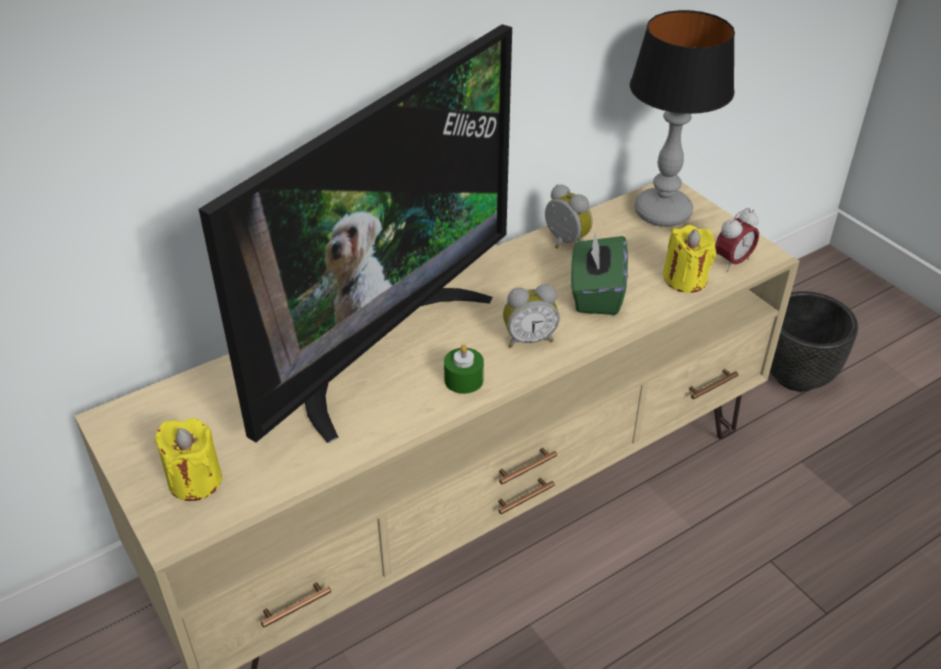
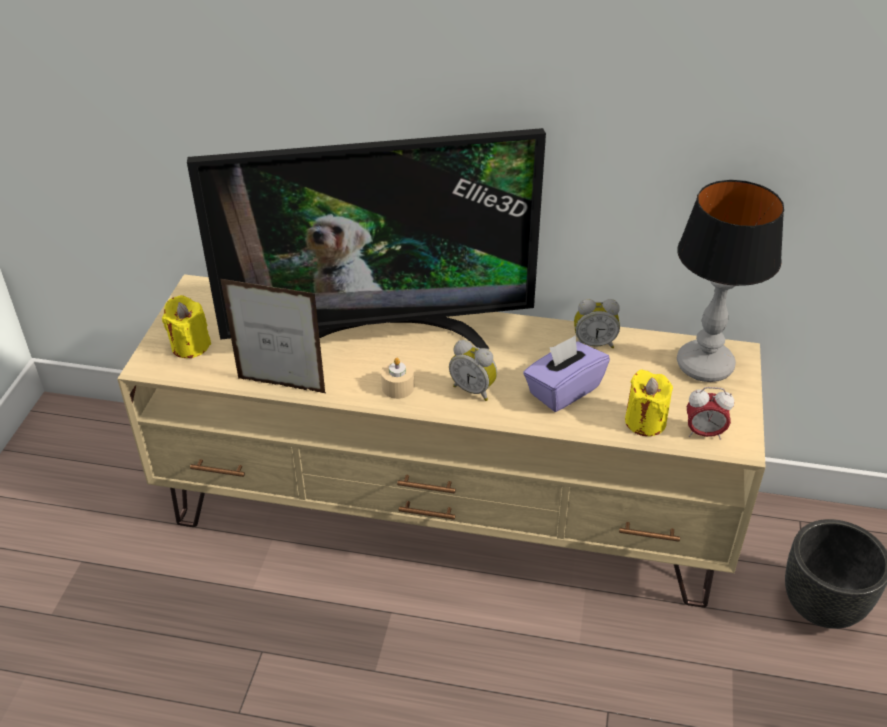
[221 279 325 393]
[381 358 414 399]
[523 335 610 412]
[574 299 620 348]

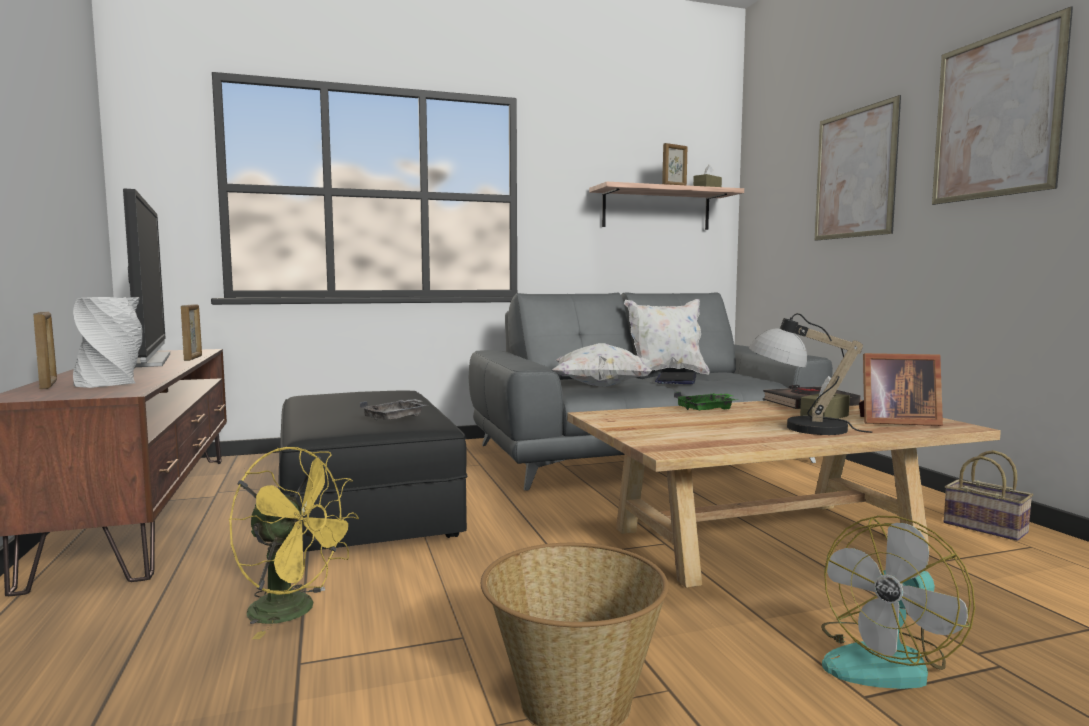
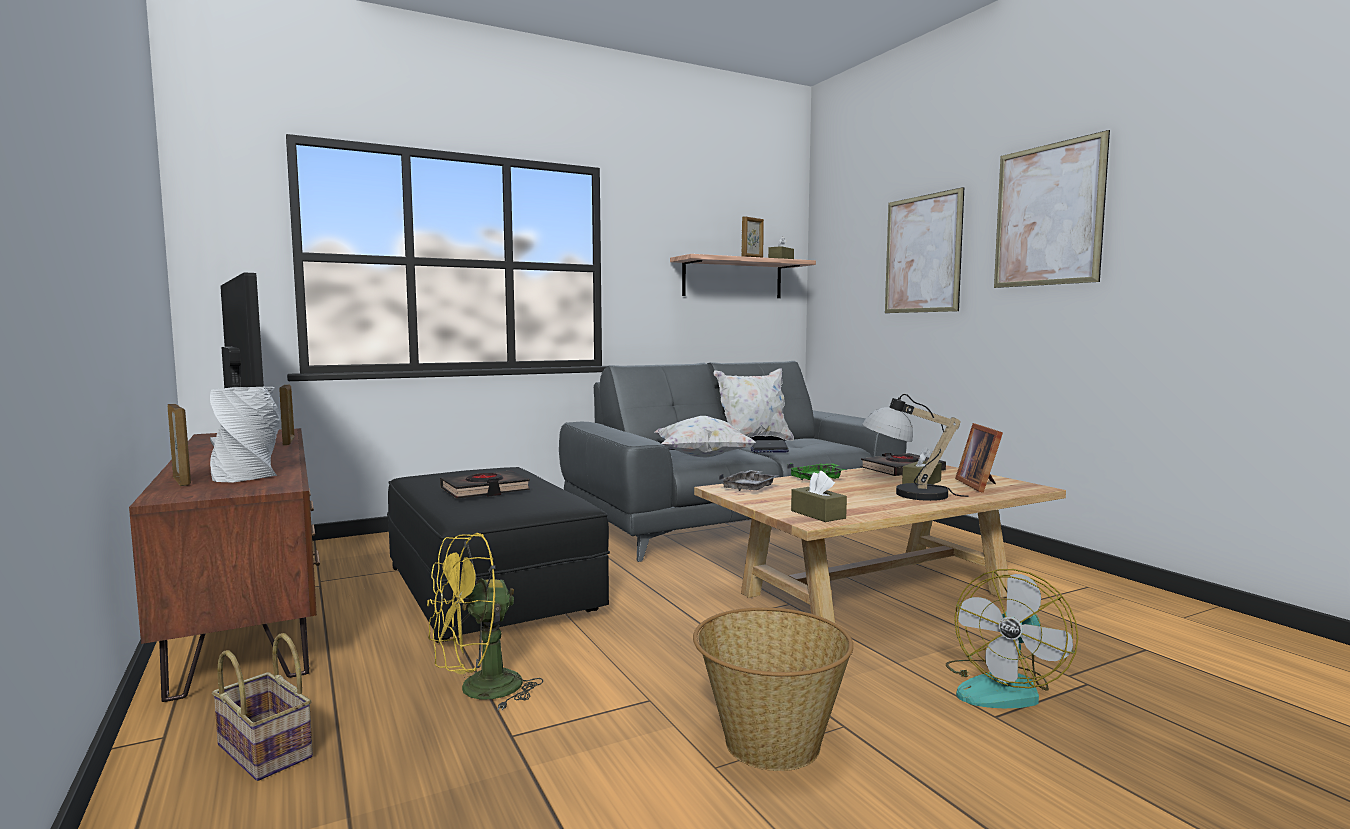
[440 470 530 499]
[791 471 847 522]
[719 470 779 491]
[212 633 313 781]
[427 533 543 710]
[955 423 1003 493]

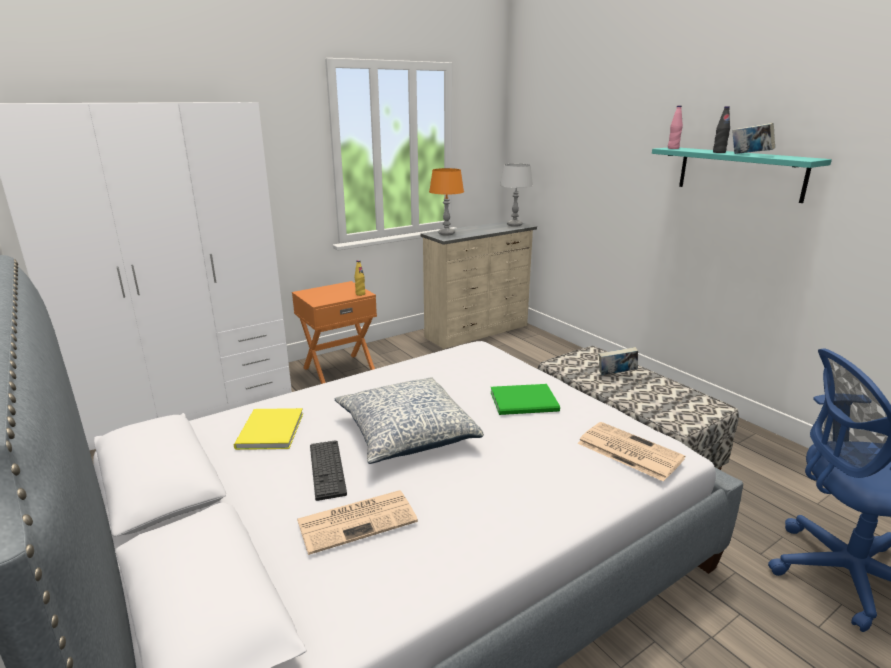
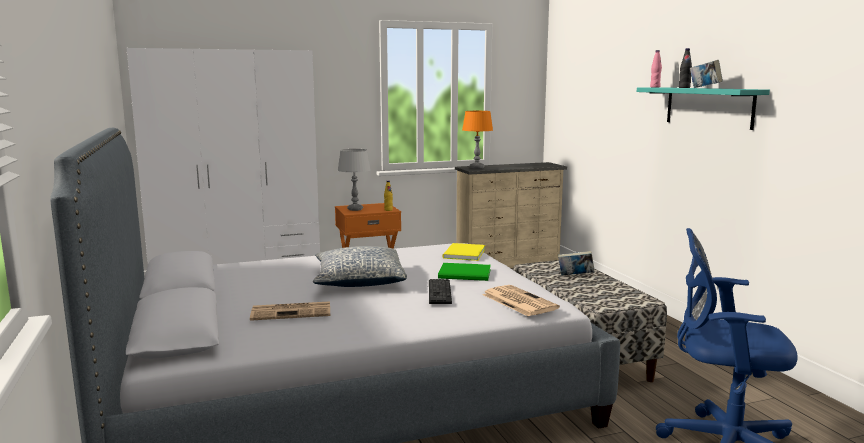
[443 243 485 261]
[429 279 452 304]
[338 149 371 211]

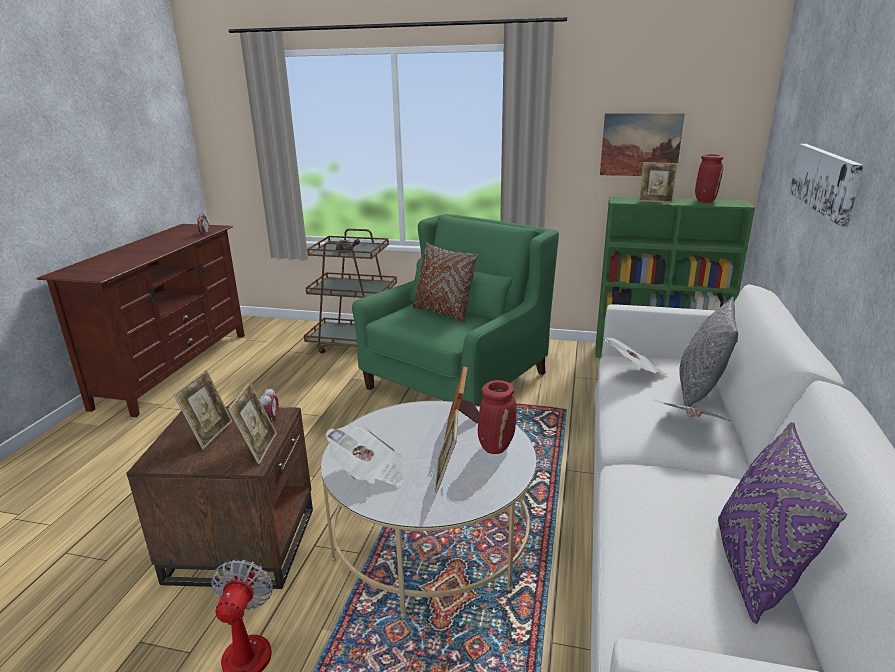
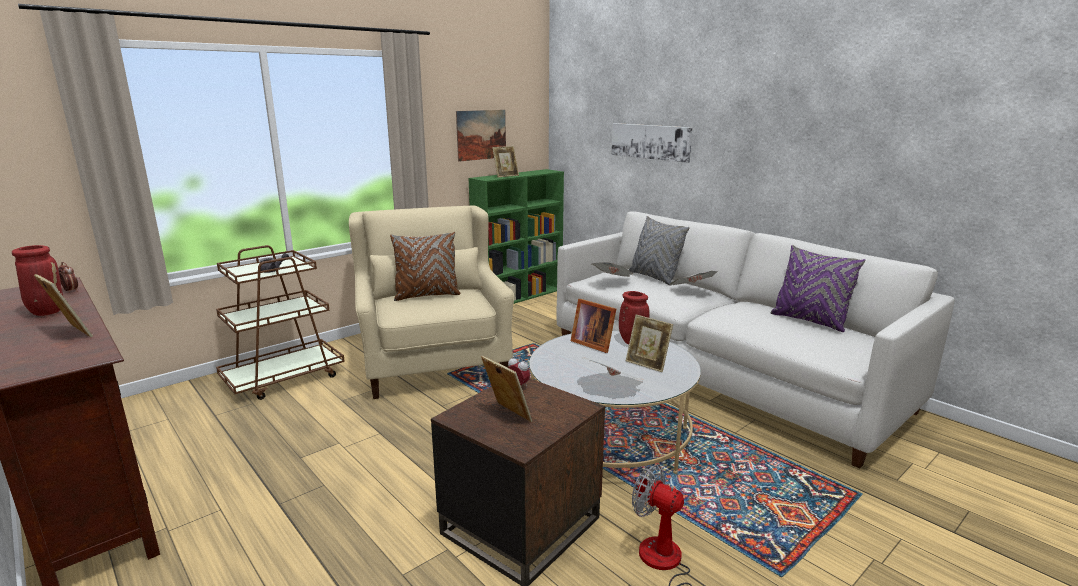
[34 274 93 337]
[12 245 63 316]
[349 206 514 399]

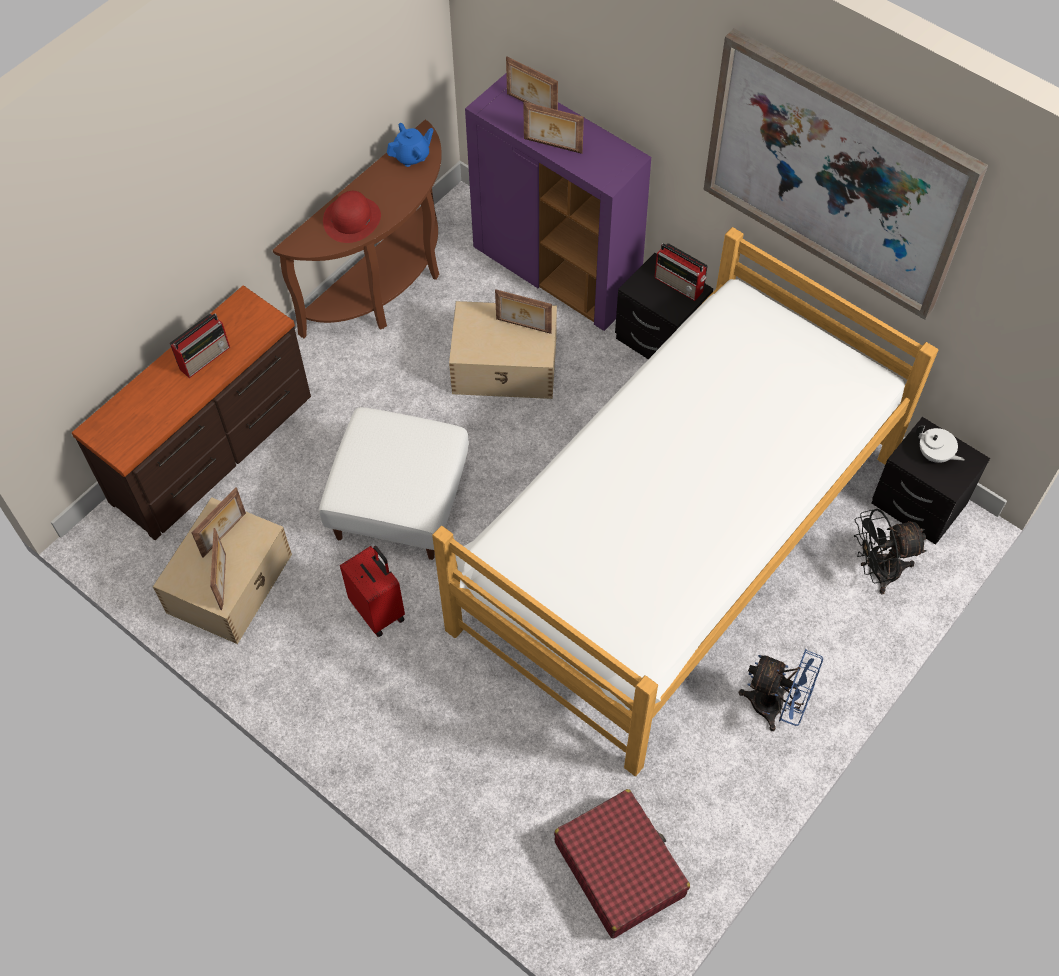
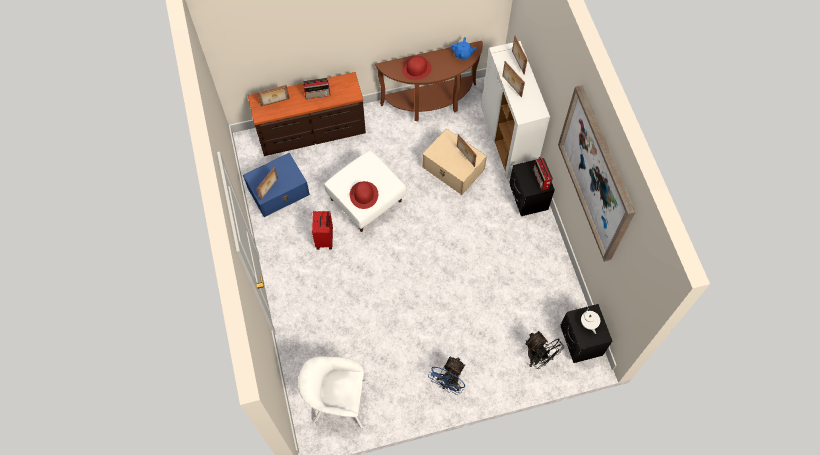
[432 227 938 776] (first image)
[350 181 378 209]
[257 85 290 106]
[298 356 369 429]
[243 153 310 217]
[481 41 550 179]
[428 356 465 395]
[525 331 564 369]

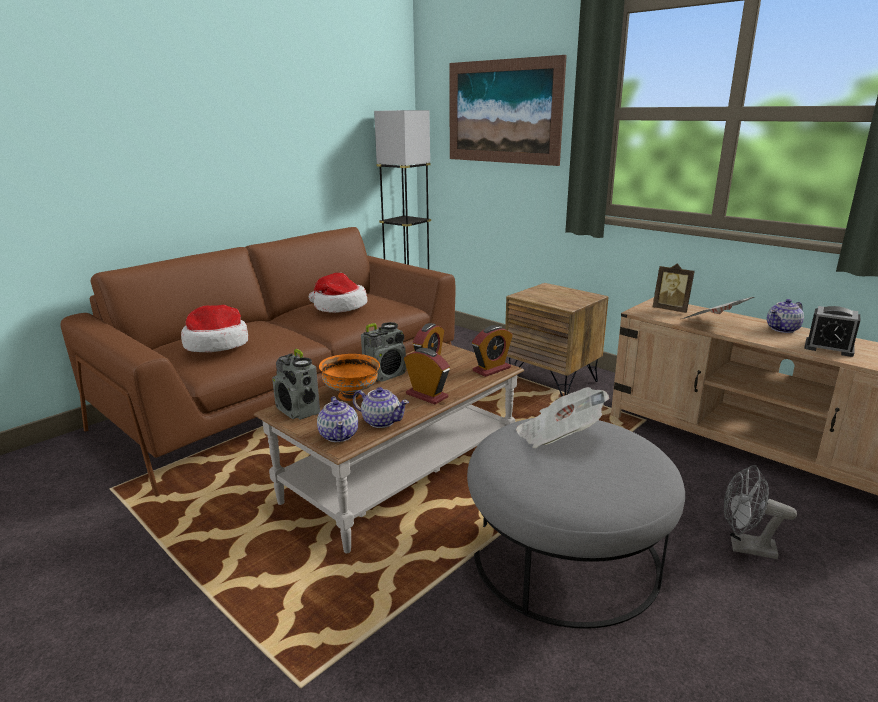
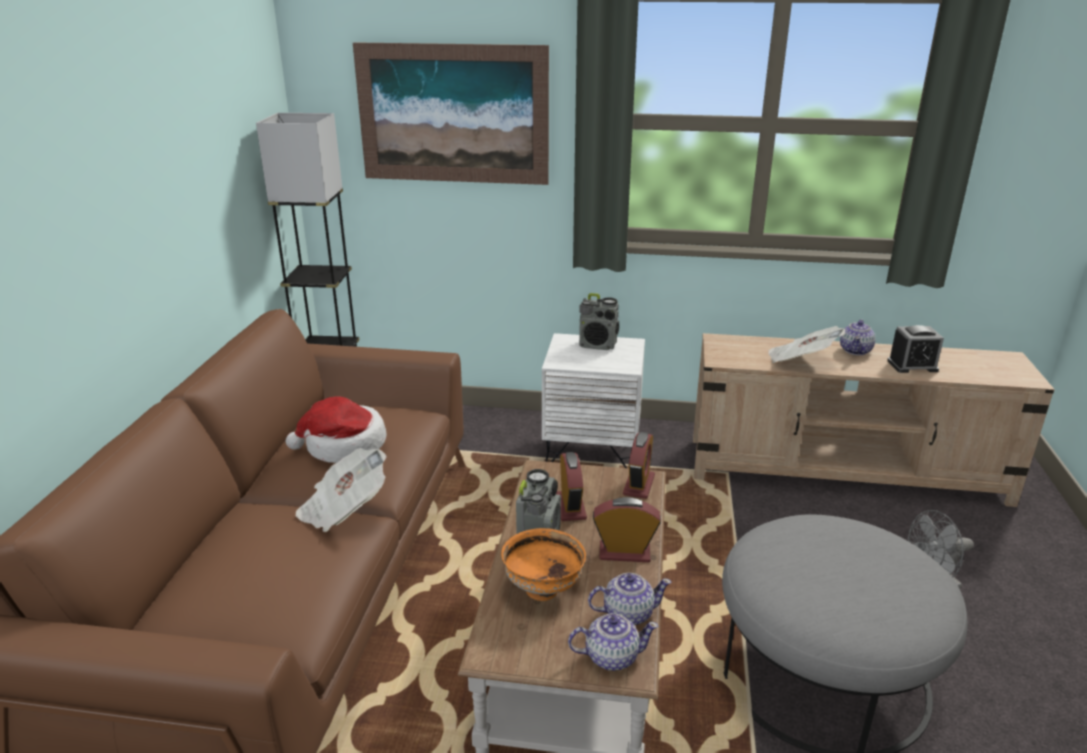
[181 305 248 352] (first image)
[652 264 695 313] (first image)
[579 293 619 350]
[296 448 387 532]
[542 333 645 468]
[568 613 658 671]

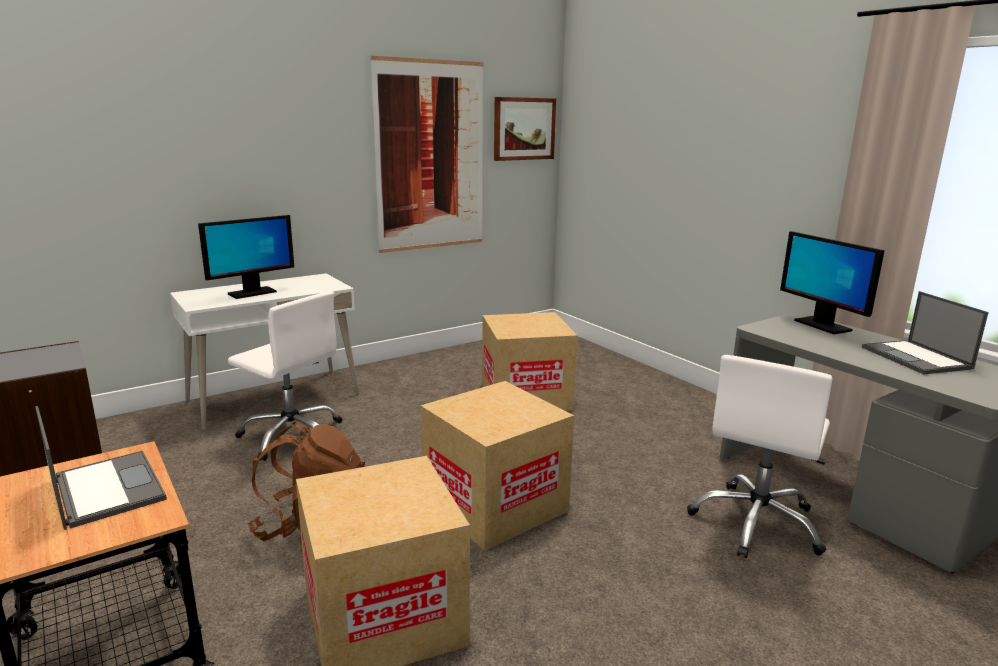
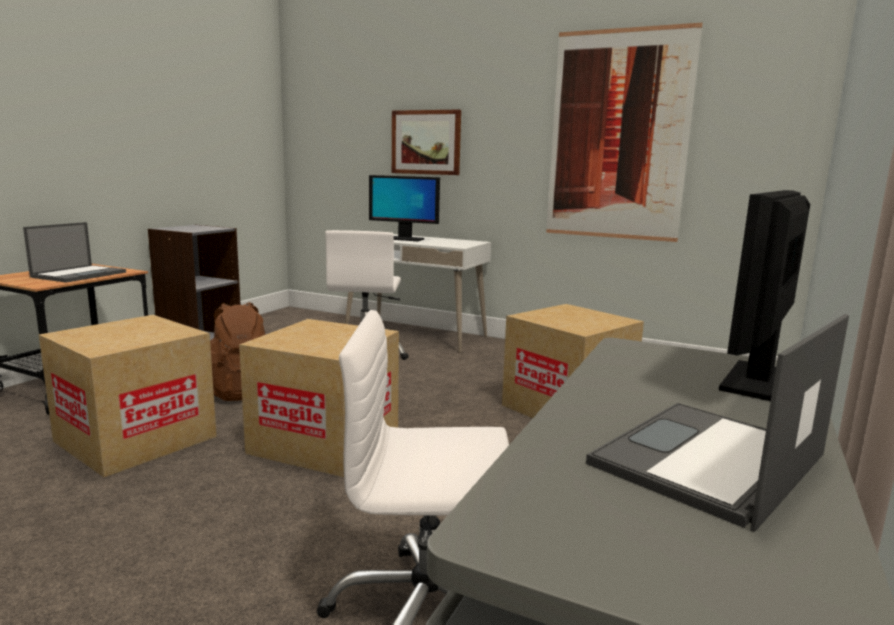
[392 110 461 175]

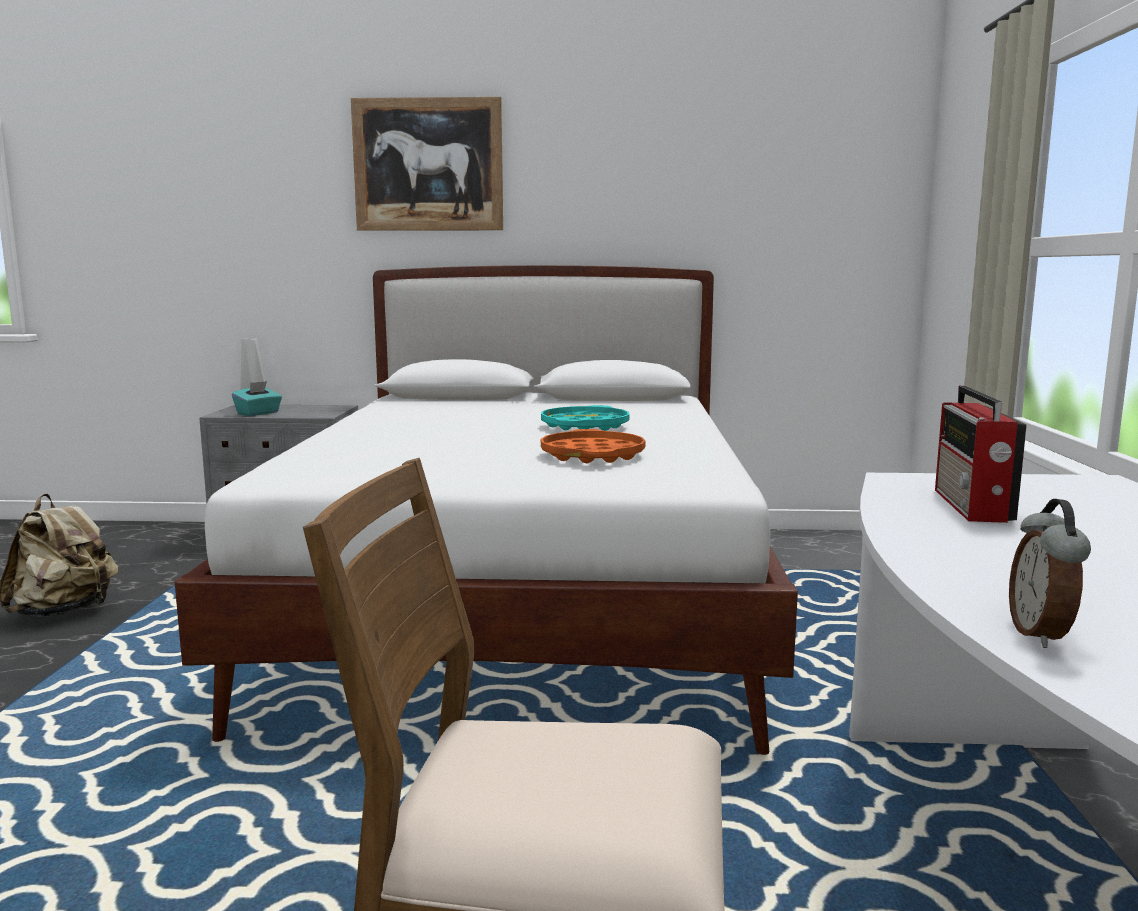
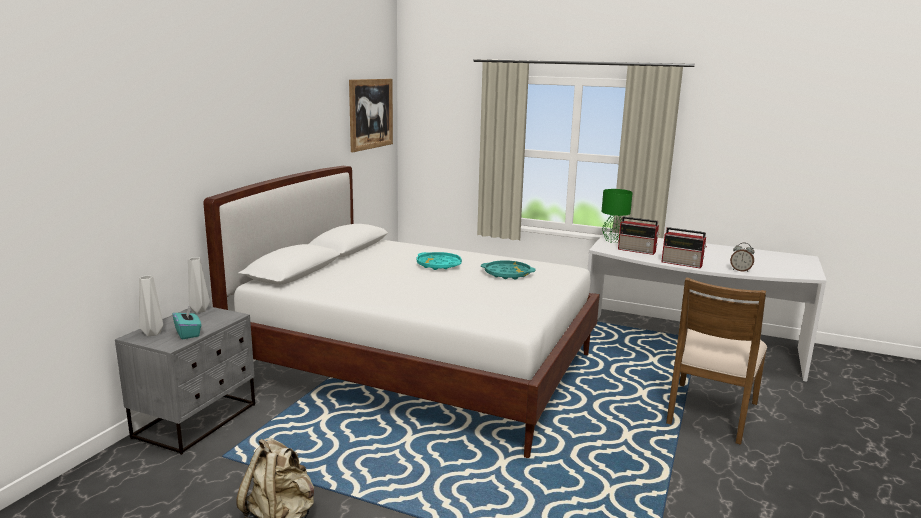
[188 257 210 313]
[601 189 633 243]
[662 227 707 268]
[349 79 393 152]
[481 260 536 279]

